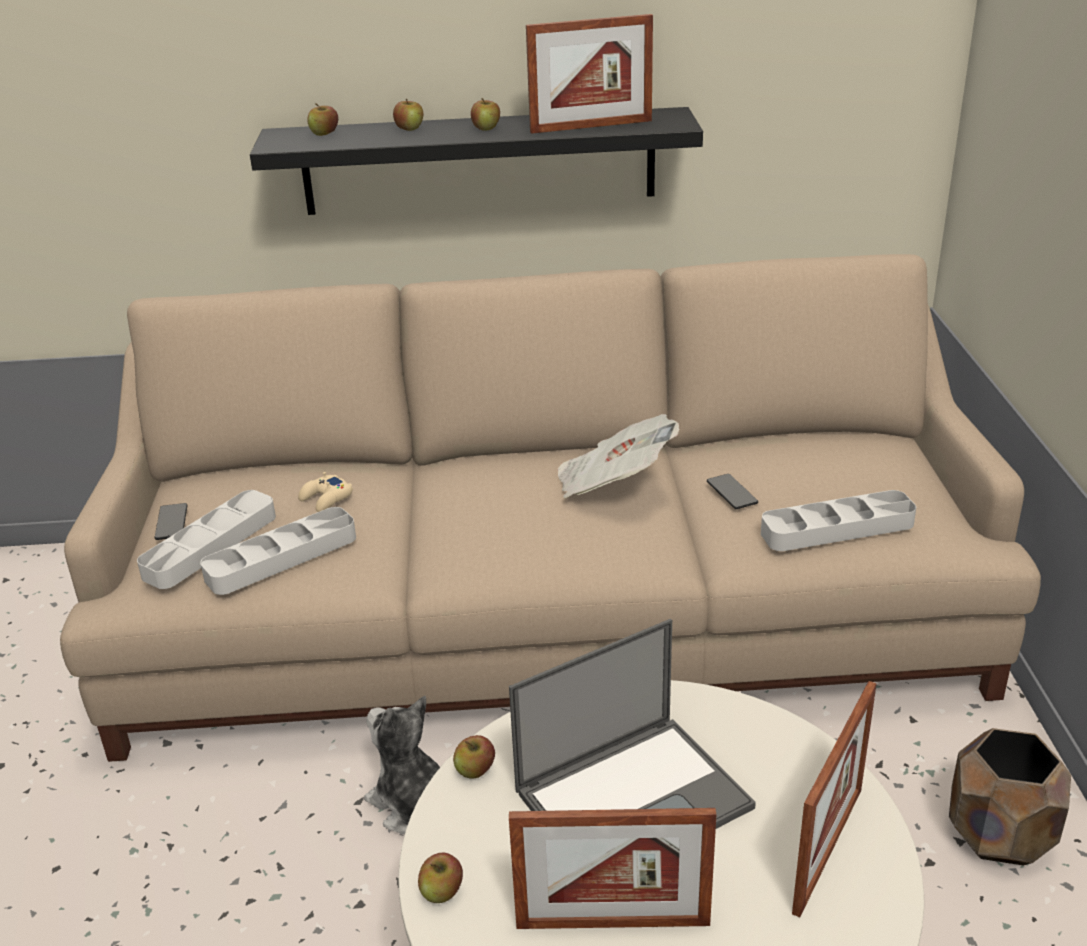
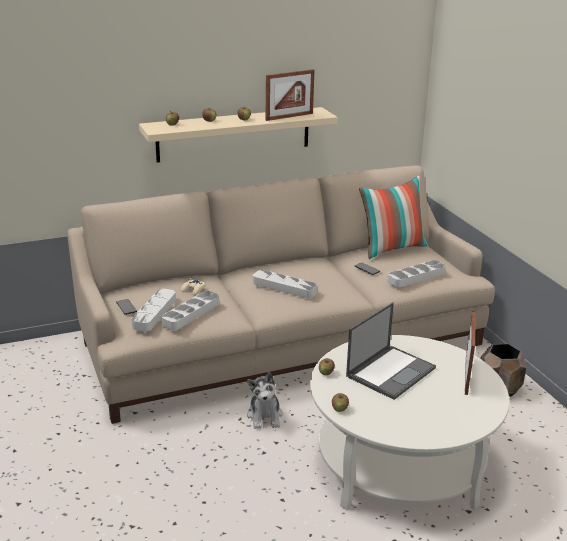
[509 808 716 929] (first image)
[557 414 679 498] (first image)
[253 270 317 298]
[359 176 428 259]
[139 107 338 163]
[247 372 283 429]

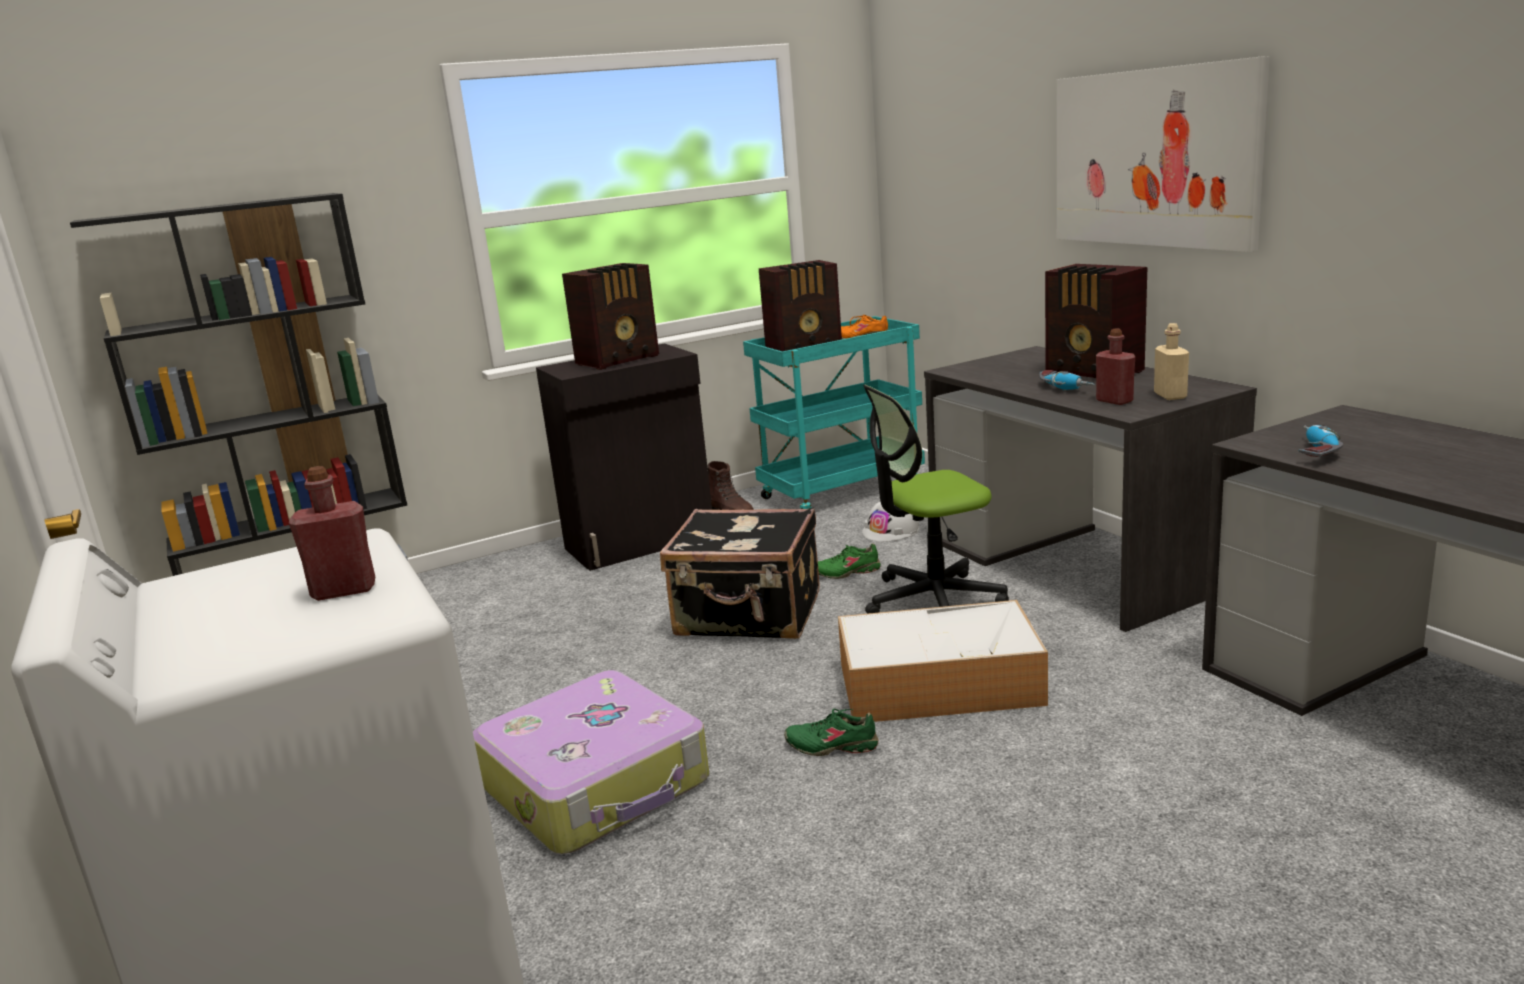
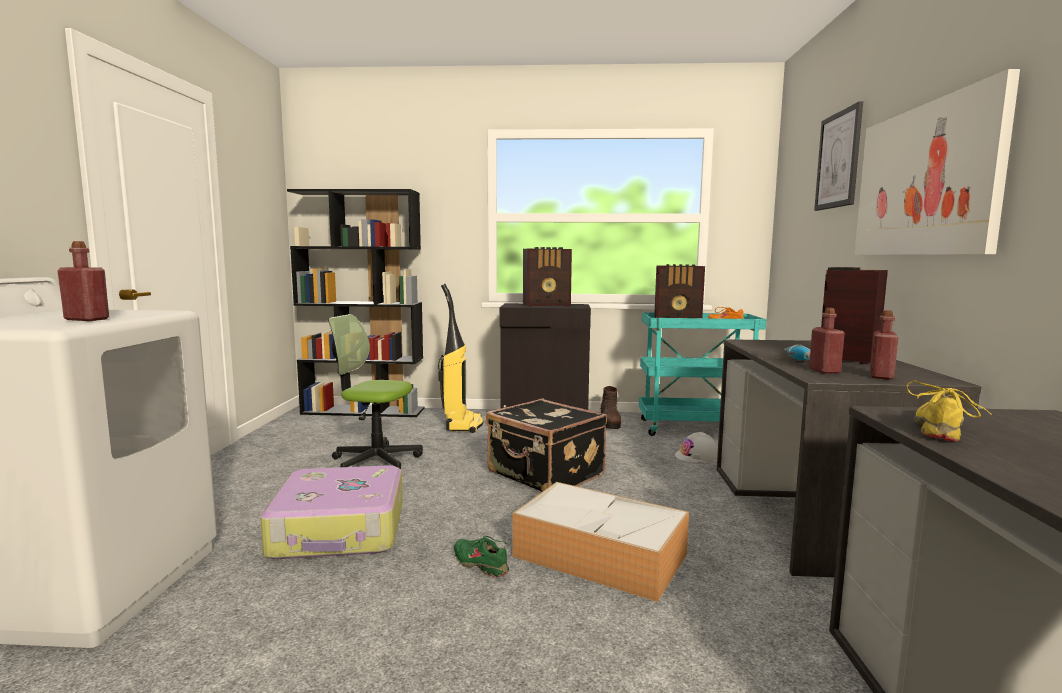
[818 543 881 579] (first image)
[438 284 483 433]
[814 101 863 211]
[328 314 423 469]
[906 381 992 442]
[870 310 899 380]
[821 267 888 364]

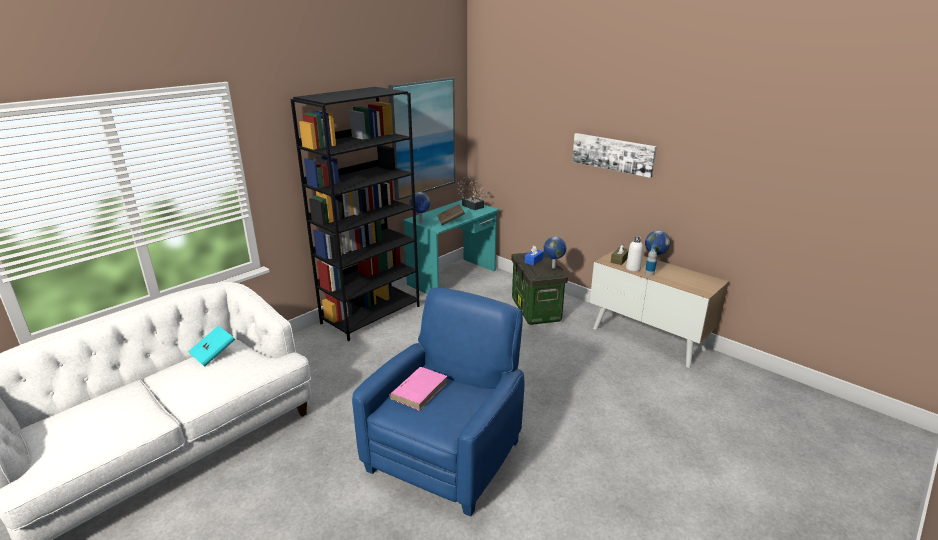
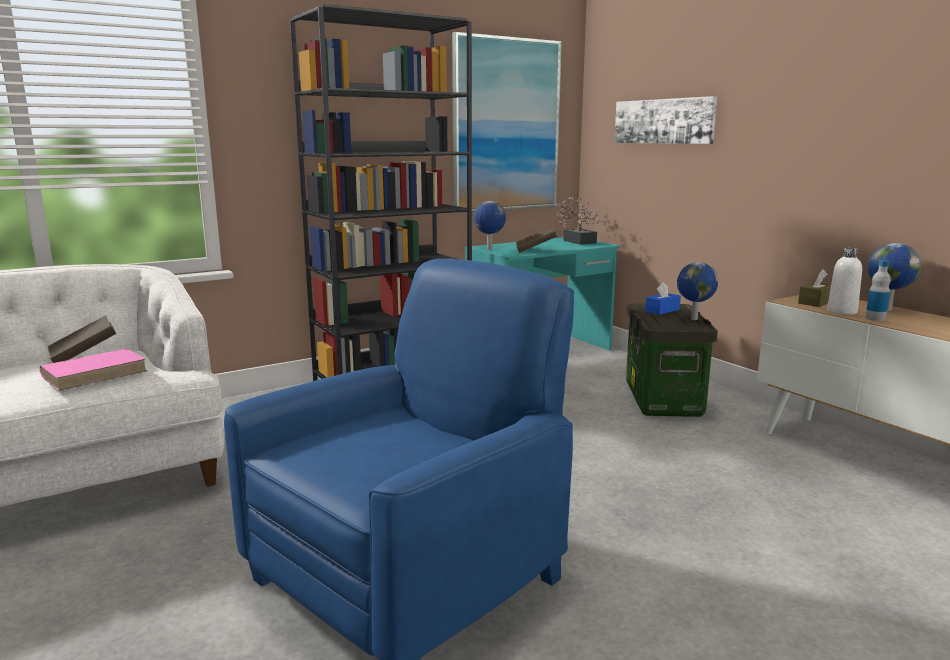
[40 349 147 391]
[614 96 717 144]
[48 316 116 363]

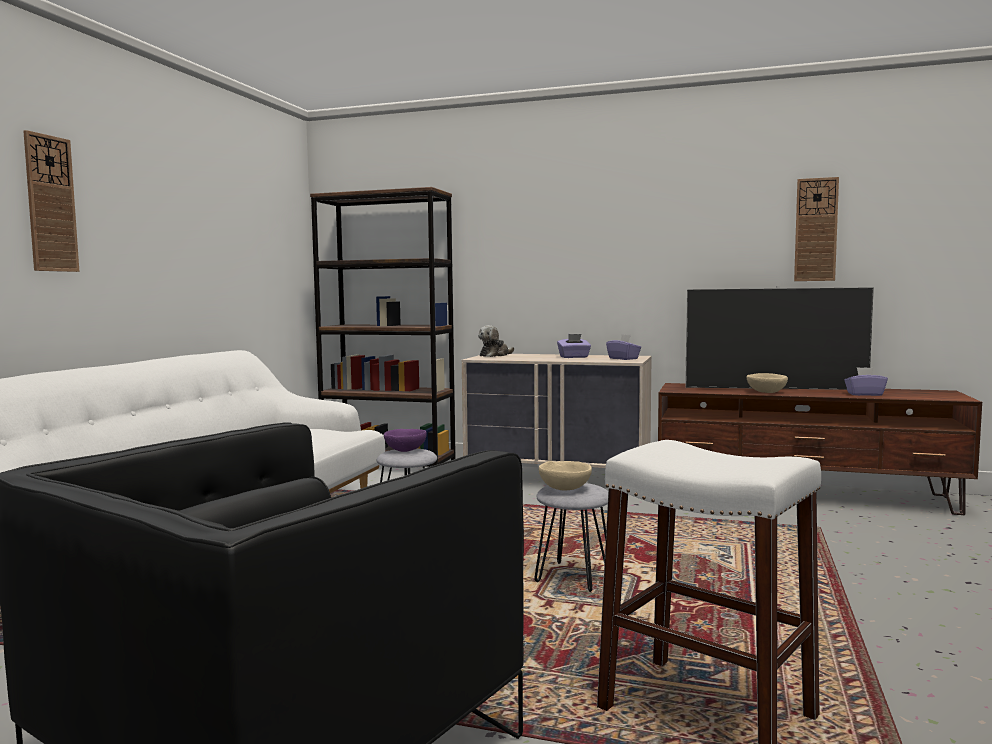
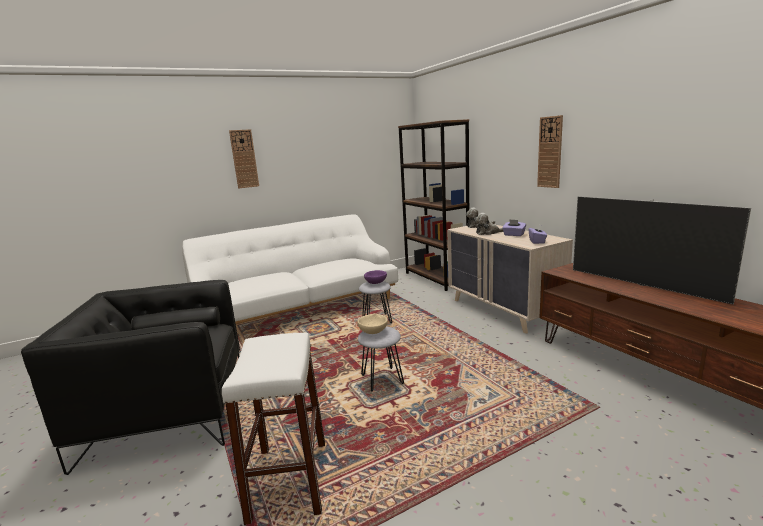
[746 373 788 393] (first image)
[844 367 888 396] (first image)
[475 213 503 235]
[537 115 563 188]

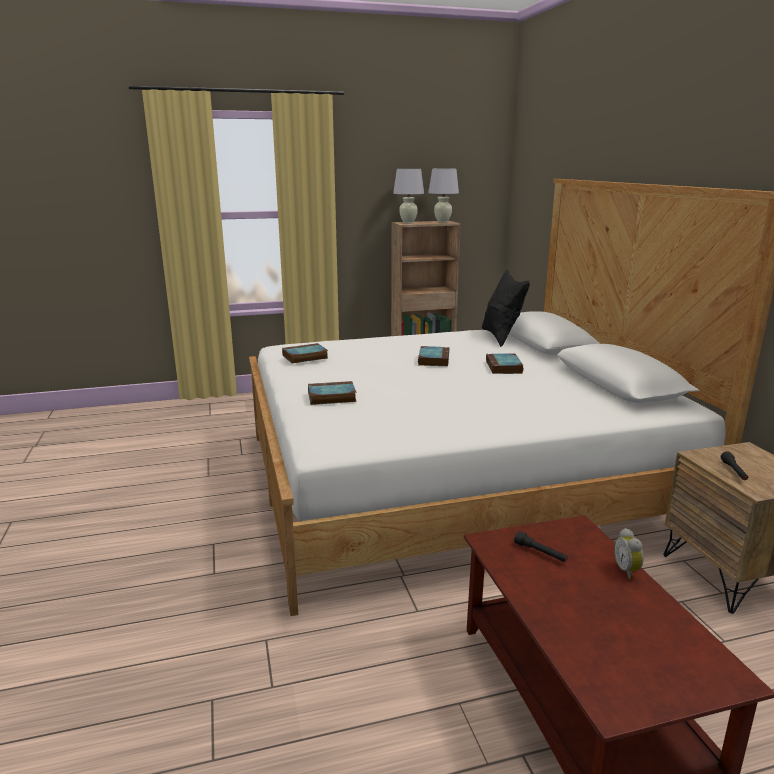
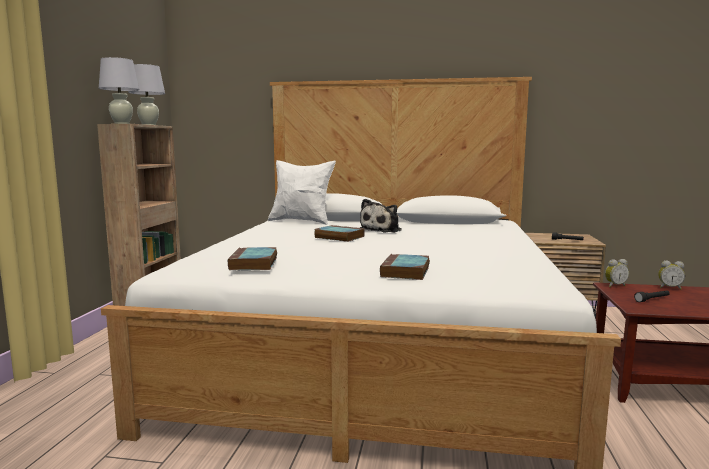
[605 259 629 287]
[360 199 402 233]
[268 160 336 225]

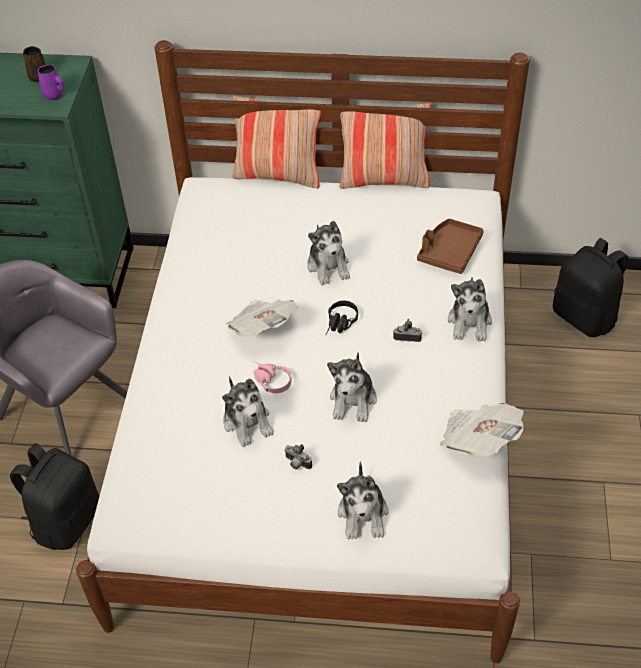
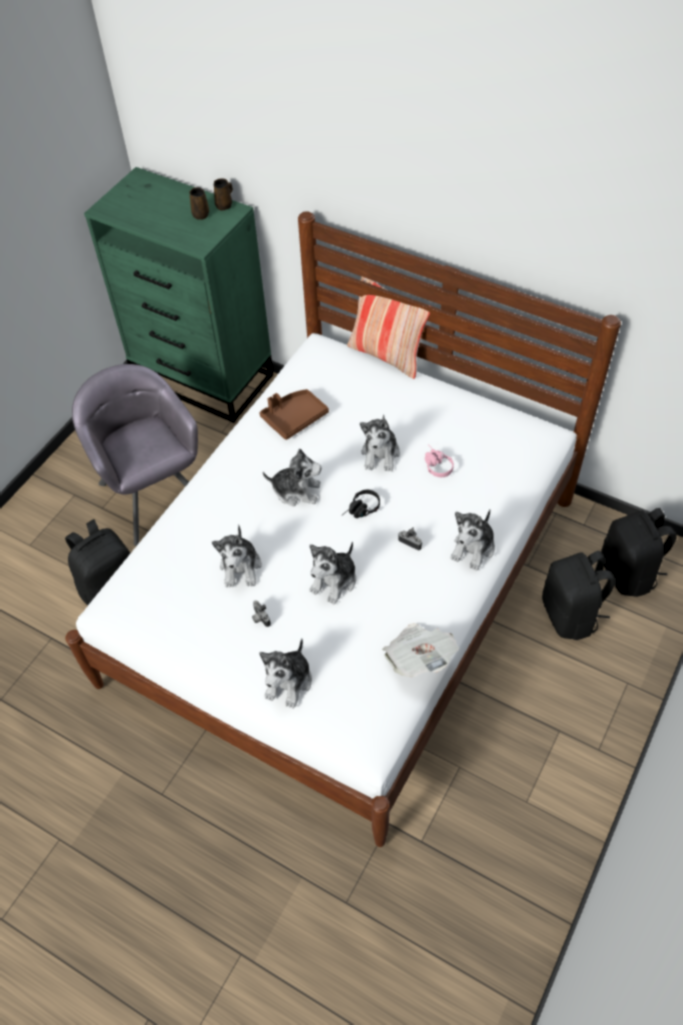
[38 64 64 101] (first image)
[339 103 432 189] (first image)
[214 178 233 211]
[542 551 615 640]
[425 444 454 477]
[260 389 329 440]
[263 449 321 506]

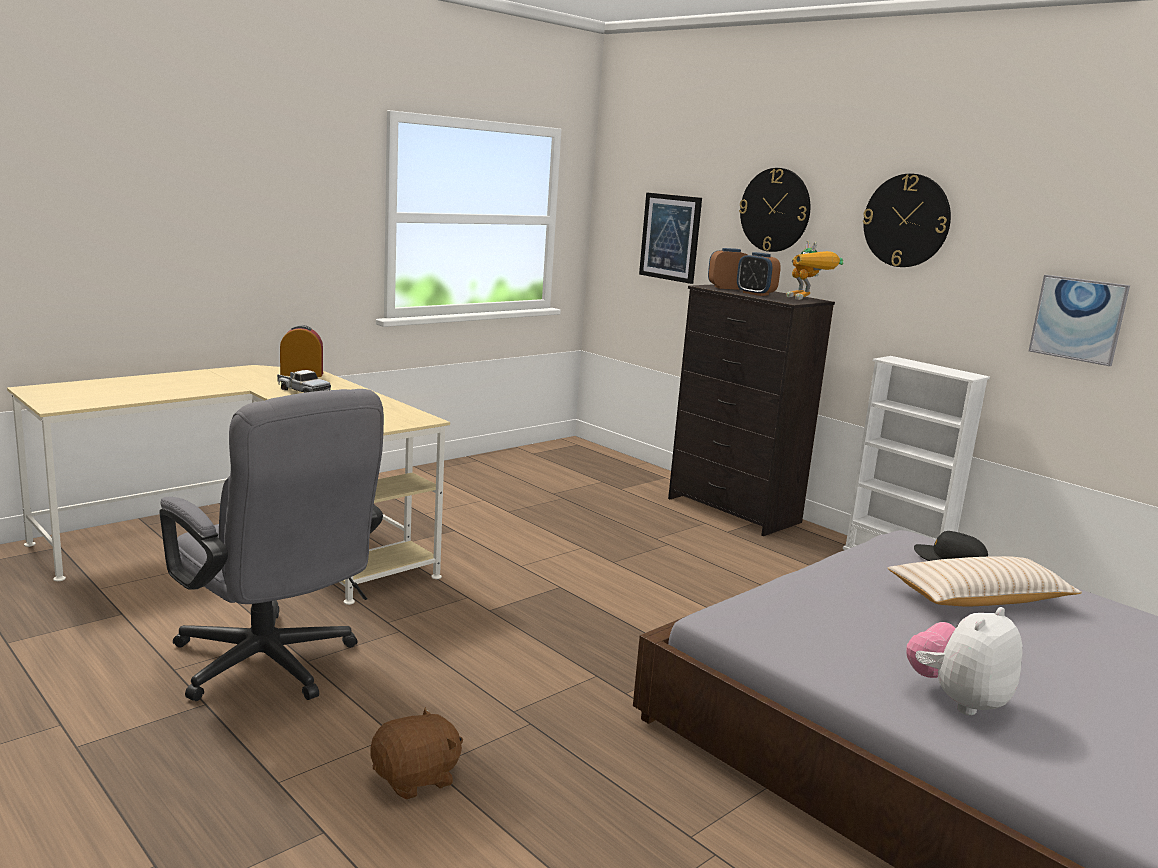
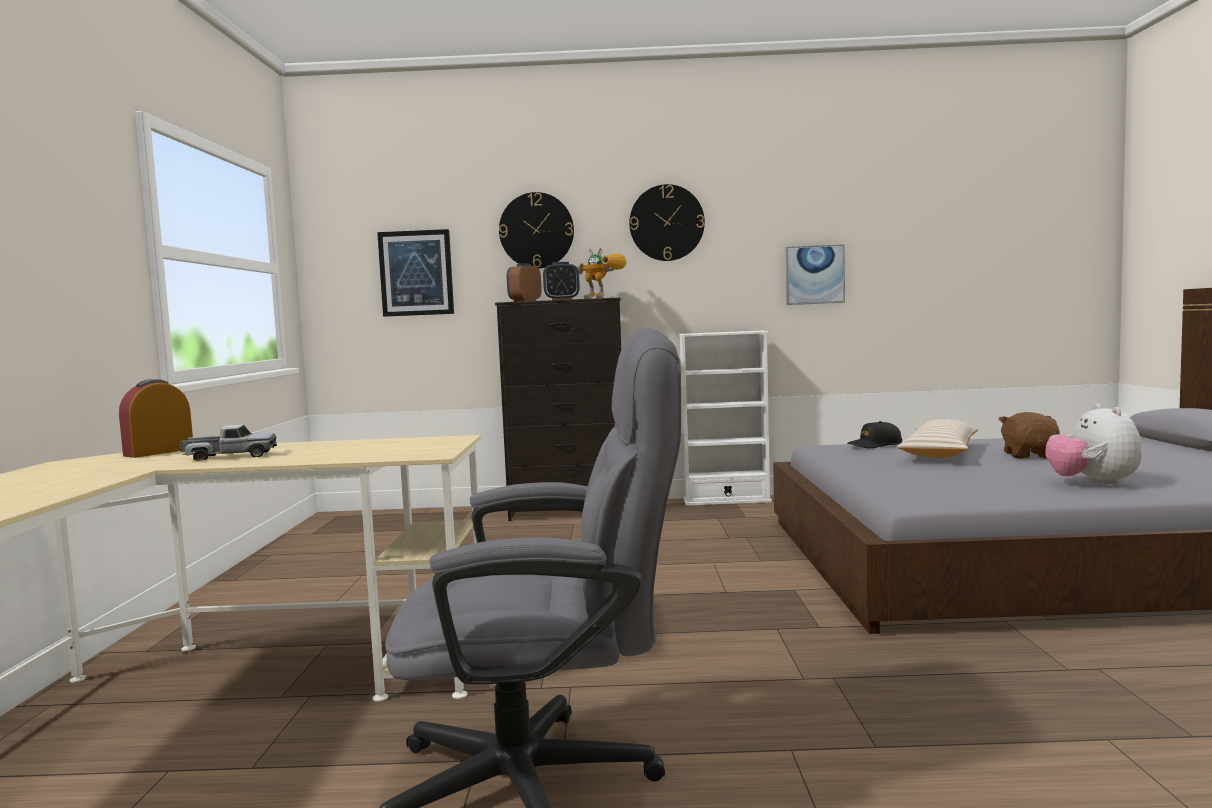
[998 412 1060 458]

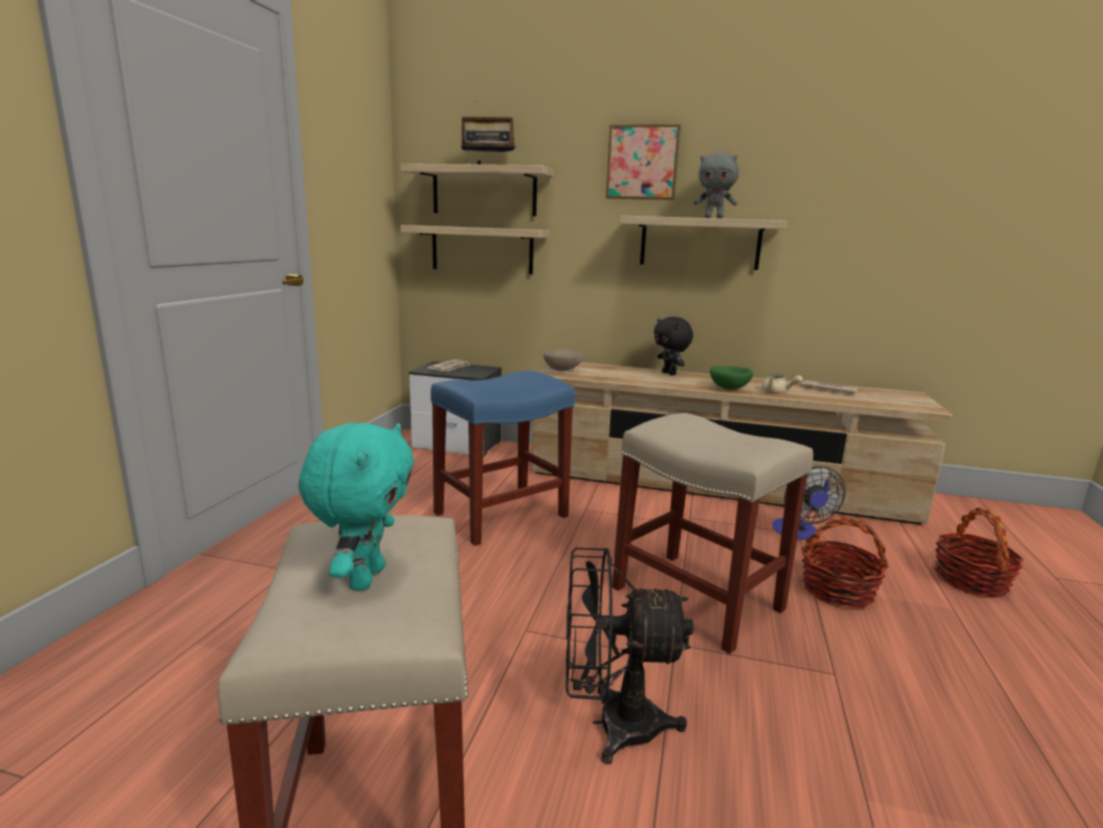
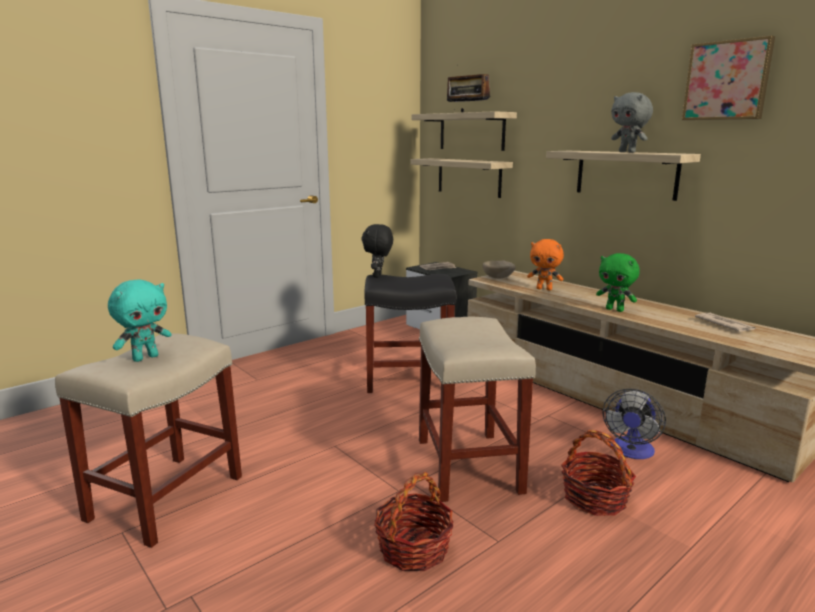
[566 548 694 764] (first image)
[761 374 803 393] (first image)
[527 239 564 291]
[682 35 775 120]
[361 224 393 277]
[374 472 454 571]
[596 253 640 312]
[364 274 457 393]

